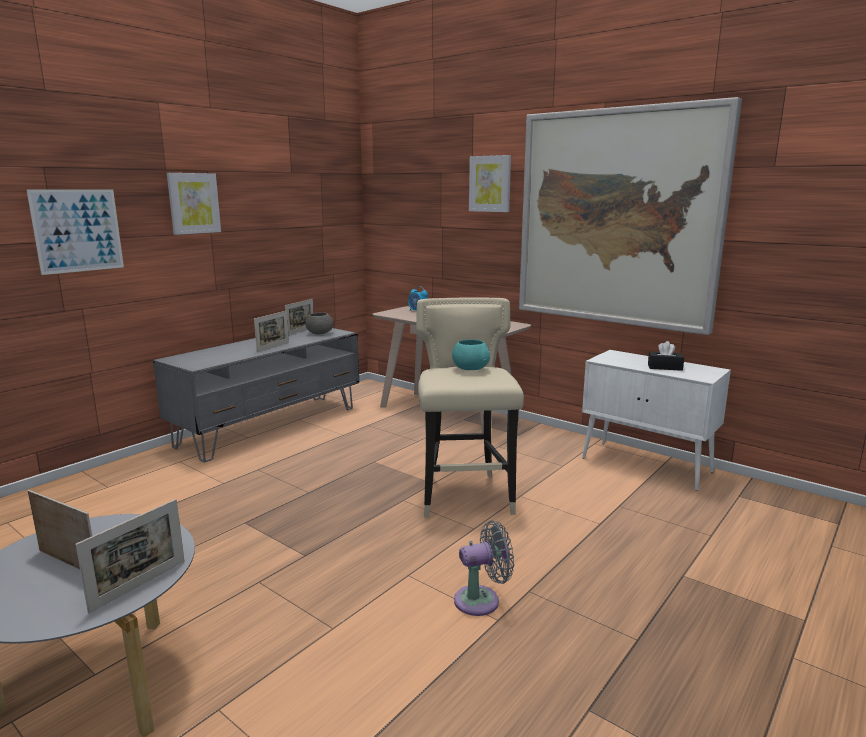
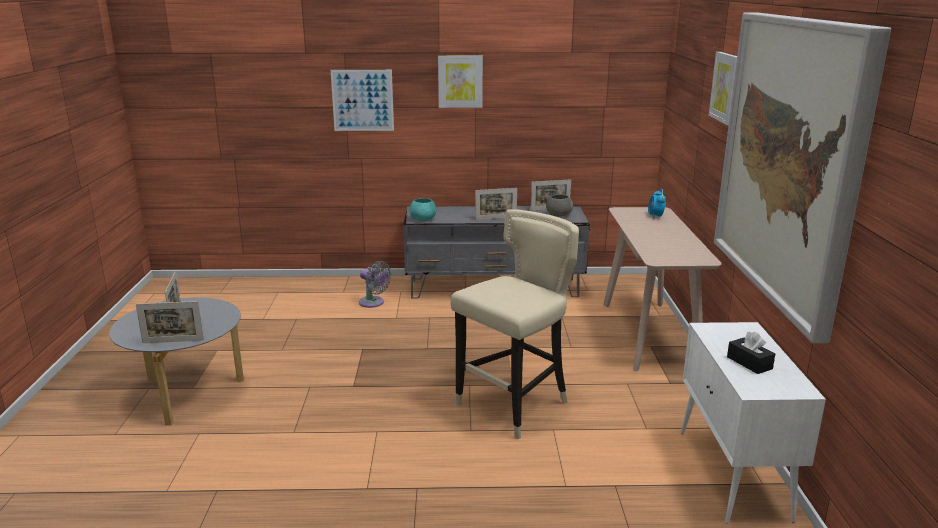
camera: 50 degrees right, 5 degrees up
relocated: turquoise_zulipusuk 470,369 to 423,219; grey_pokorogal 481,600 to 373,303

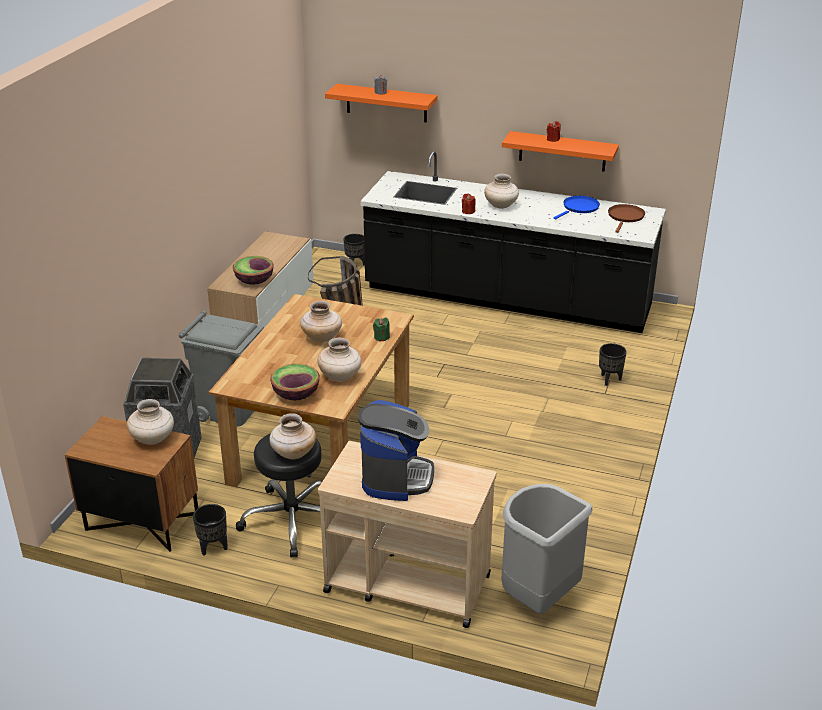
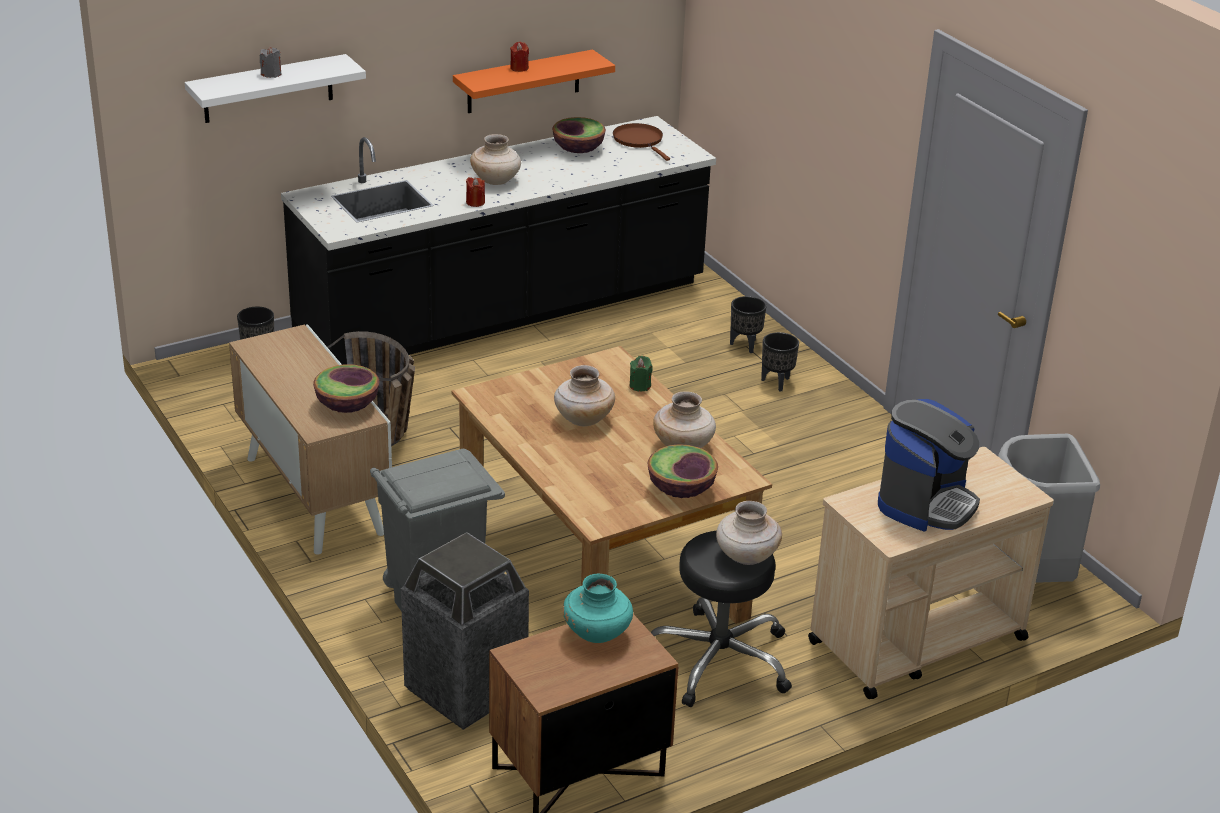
camera: 50 degrees left, 0 degrees up
relocated: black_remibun 213,547 to 777,383
exchanged: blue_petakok 579,208 to zulipusuk 578,149
colour: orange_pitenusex 386,103 to white_pitenusex 268,89; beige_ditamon 153,439 to turquoise_ditamon 597,633
spun: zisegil 396,477 = 926,503 75 degrees clockwise

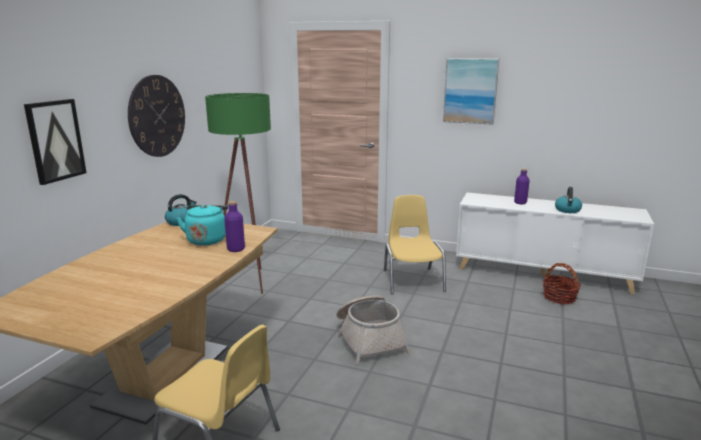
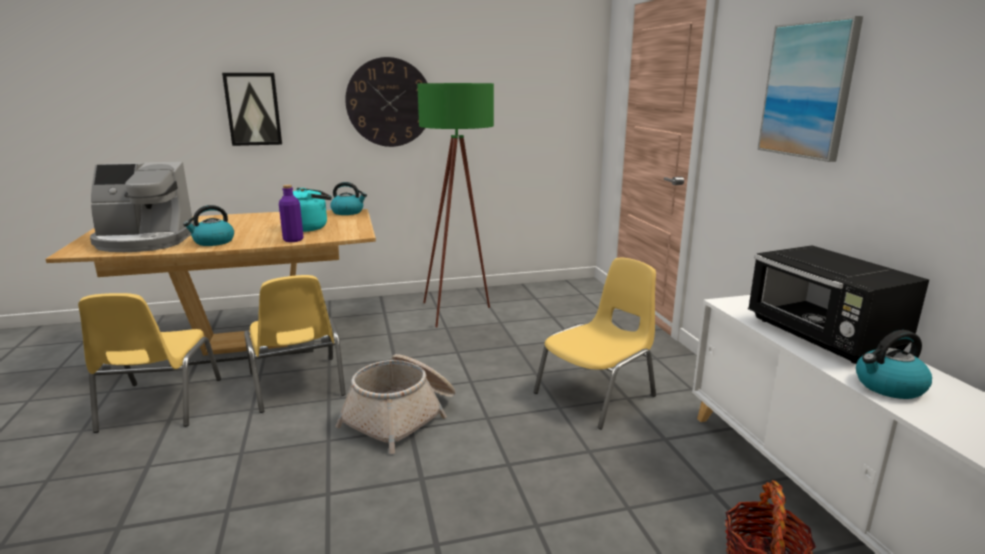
camera: 55 degrees right, 0 degrees up
appeared: zisegil 144,241; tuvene 213,242; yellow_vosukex 297,385
exchanged: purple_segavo 520,202 to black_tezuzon 823,337

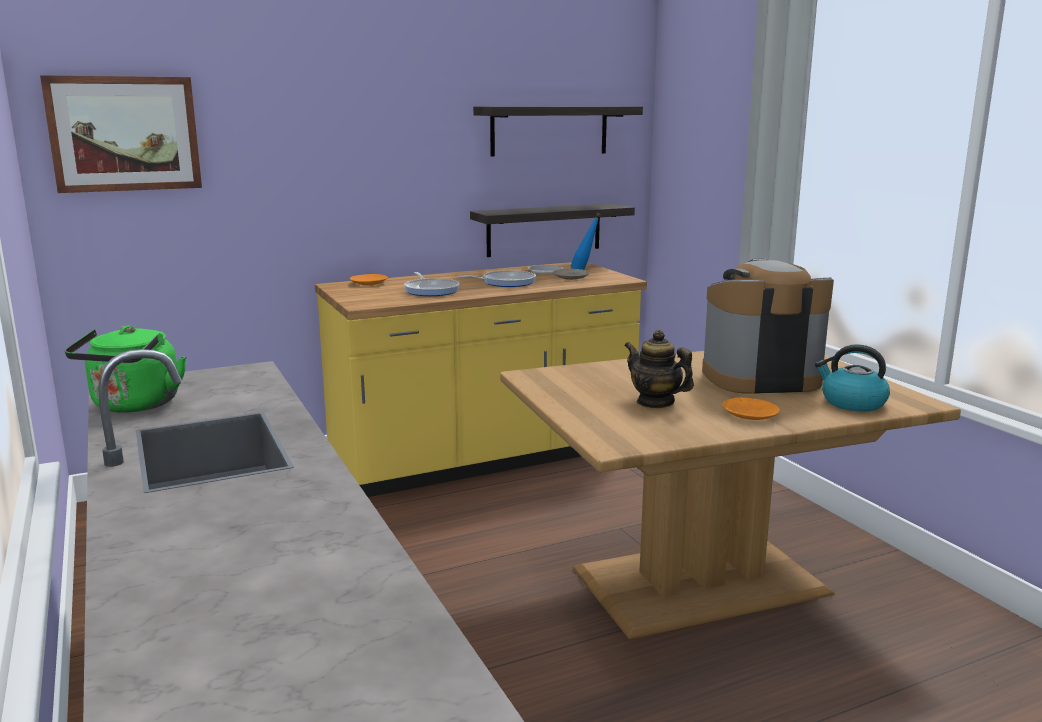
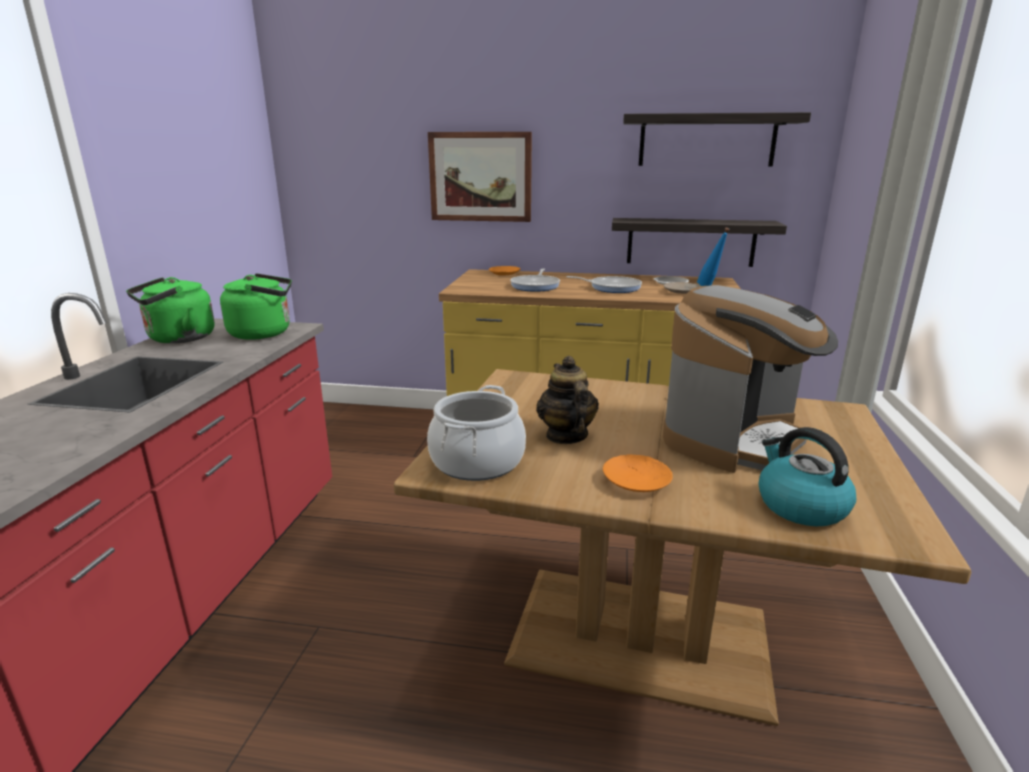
camera: 35 degrees right, 5 degrees up
appeared: green_tuvene 264,333; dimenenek 476,462
relocated: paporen 124,134 to 480,177
spun: zisegil 760,378 = 734,439 105 degrees clockwise

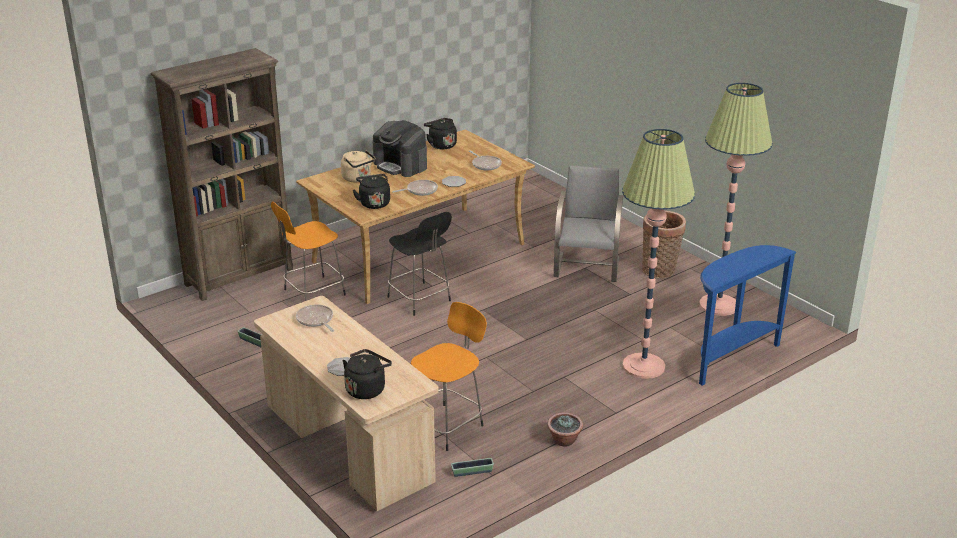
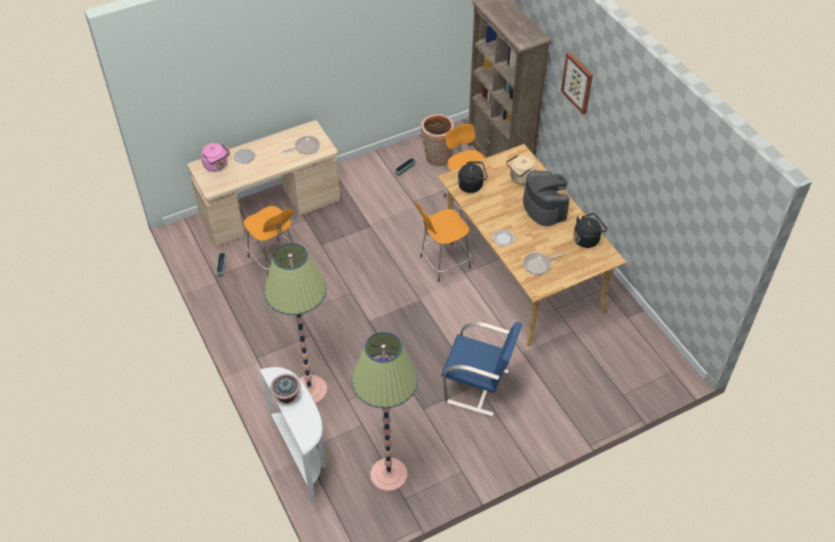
camera: 100 degrees right, 20 degrees up
missing: petakok 420,190
appeared: paporen 578,82
relocated: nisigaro 660,271 to 437,159; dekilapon 564,441 to 286,396
colour: grey_vosukex 587,266 to blue_vosukex 478,387; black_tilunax 420,300 to orange_tilunax 443,263; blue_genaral 730,358 to white_genaral 303,456; black_tuvene 367,389 to pink_tuvene 217,166
spun: zisegil 401,165 = 544,207 105 degrees clockwise

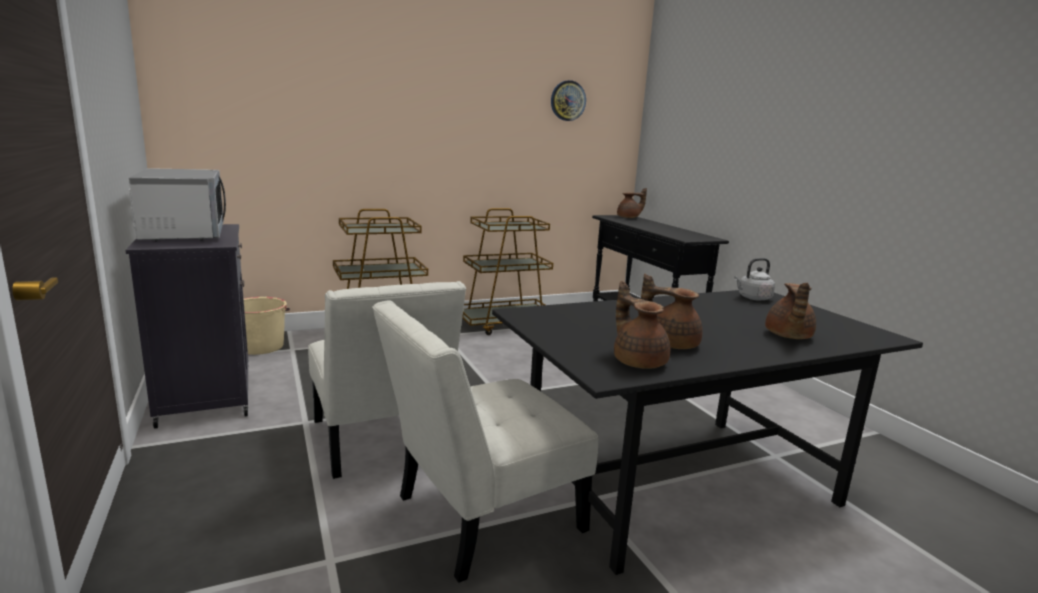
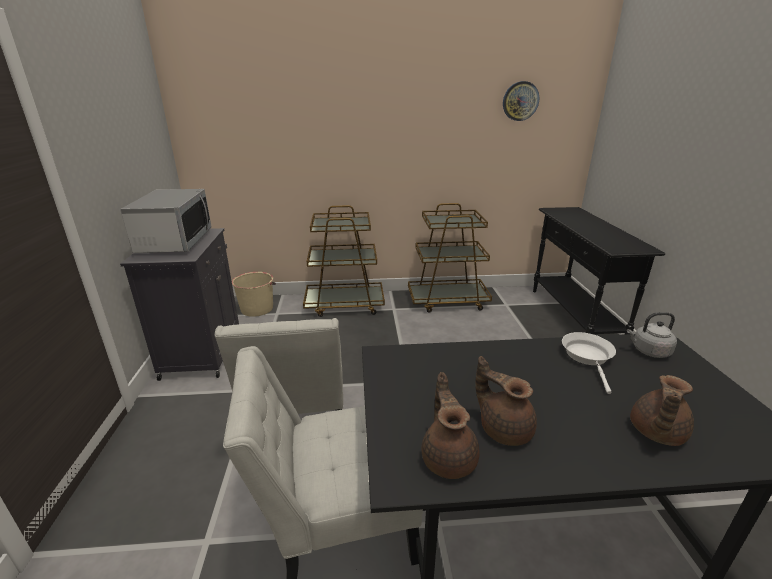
camera: 20 degrees right, 10 degrees up
missing: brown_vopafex 629,217
appeared: white_petakok 588,357

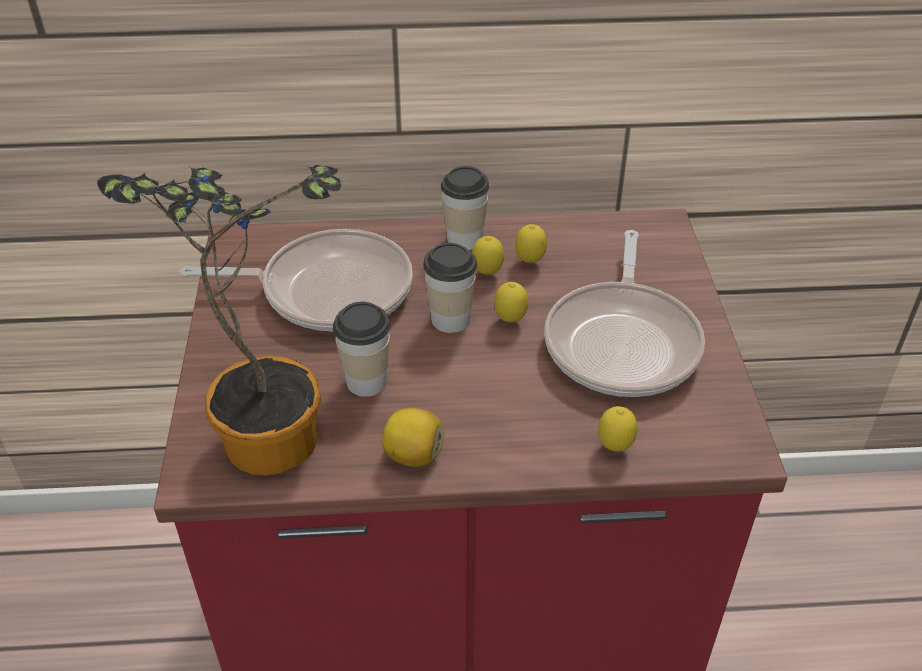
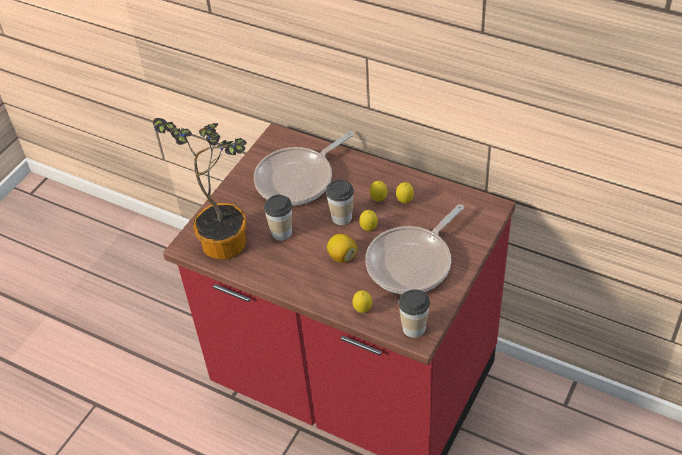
camera: 35 degrees right, 5 degrees up
relocated: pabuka 464,239 to 414,328; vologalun 414,455 to 342,256
spun: petakok 328,290 = 298,179 105 degrees clockwise

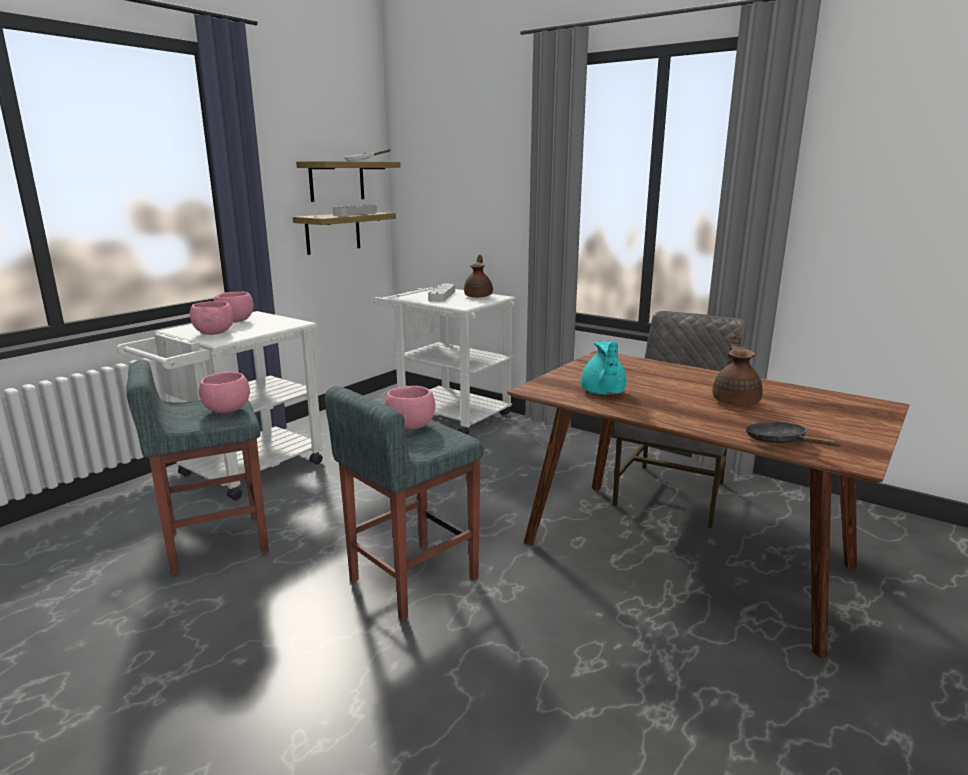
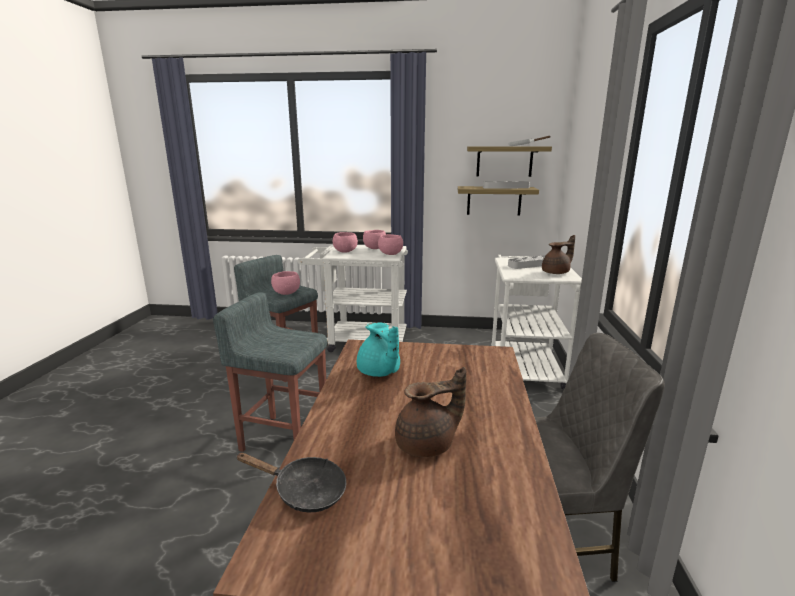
camera: 60 degrees right, 0 degrees up
relocated: pink_zulipusuk 410,427 to 390,254
spun: turquoise_vopafex 602,393 = 379,372 90 degrees counterclockwise; black_petakok 780,442 = 304,491 75 degrees clockwise

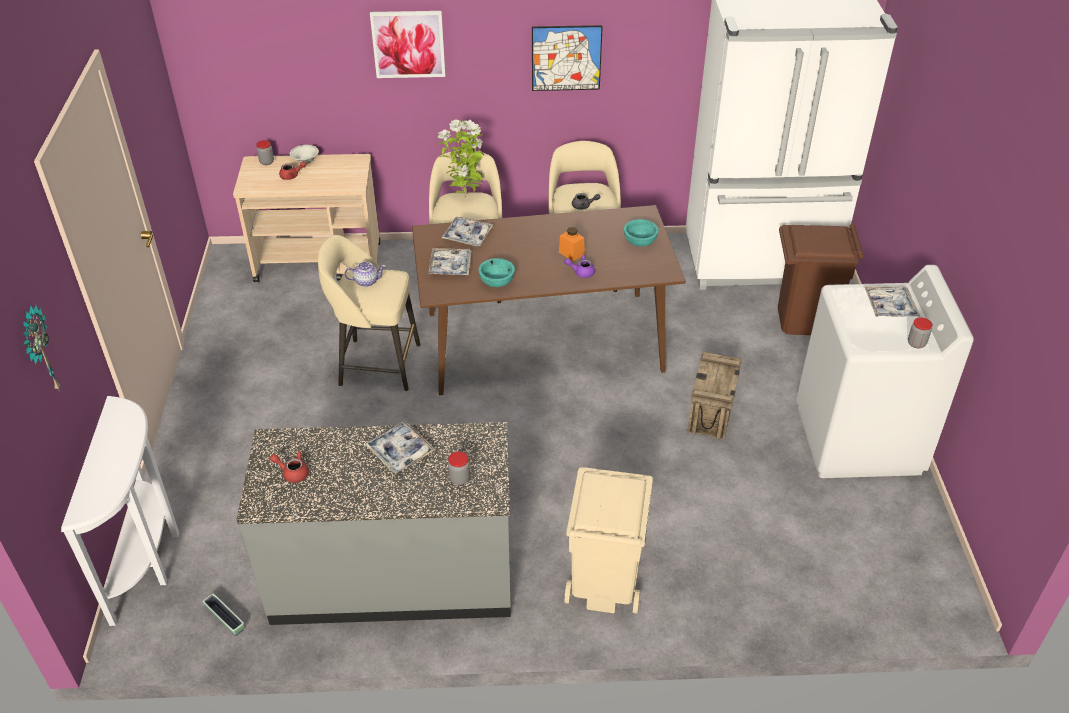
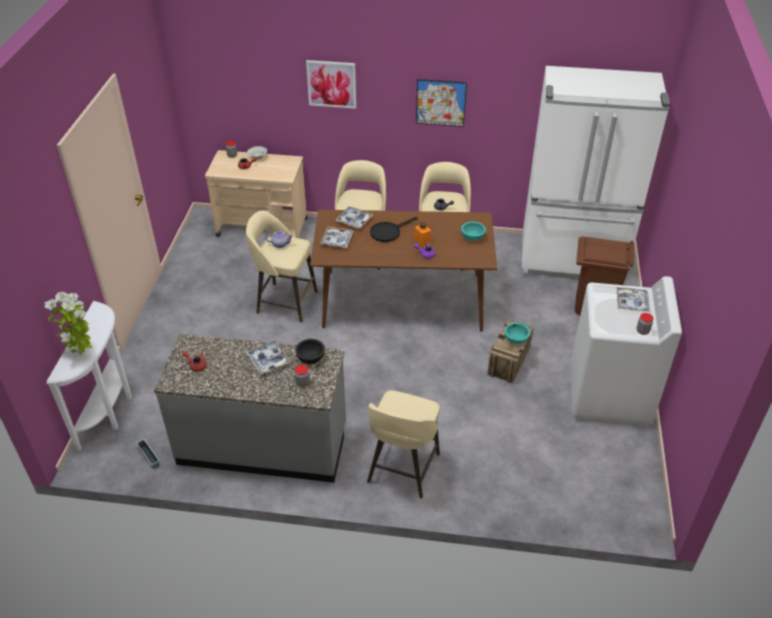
camera: 10 degrees right, 0 degrees up
missing: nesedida 38,352
appeared: black_petakok 388,232; black_zulipusuk 310,358
relocated: dekilapon 465,197 to 81,354; turquoise_zulipusuk 497,282 to 516,339
exchanged: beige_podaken 604,583 to beige_tilunax 402,470

